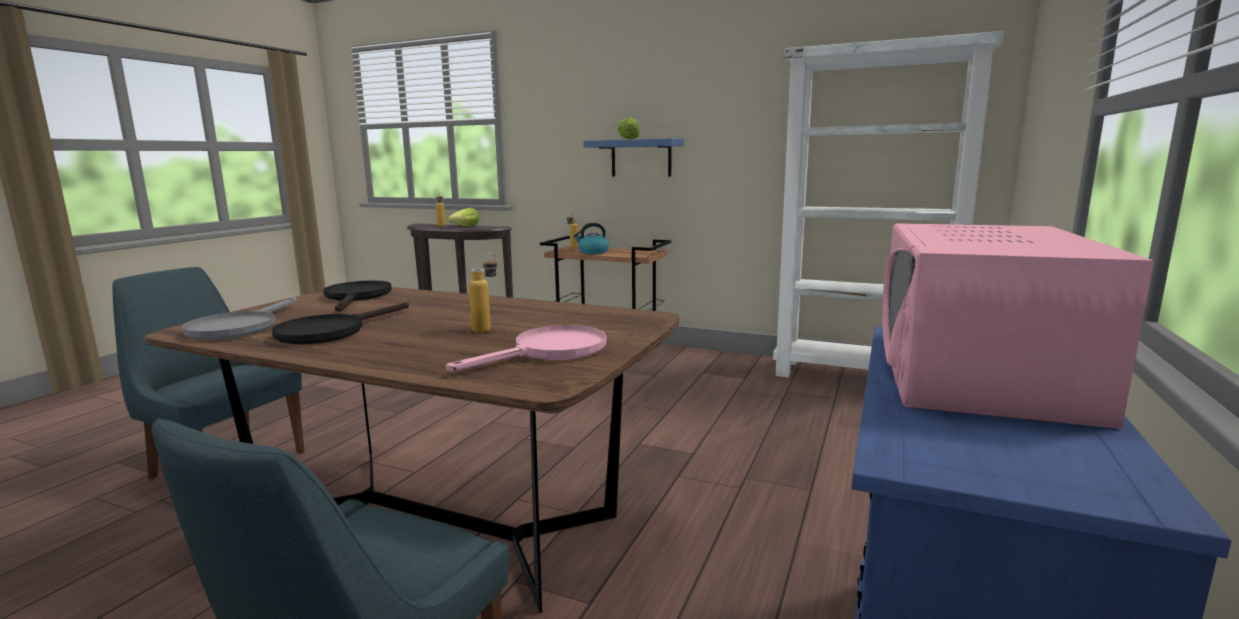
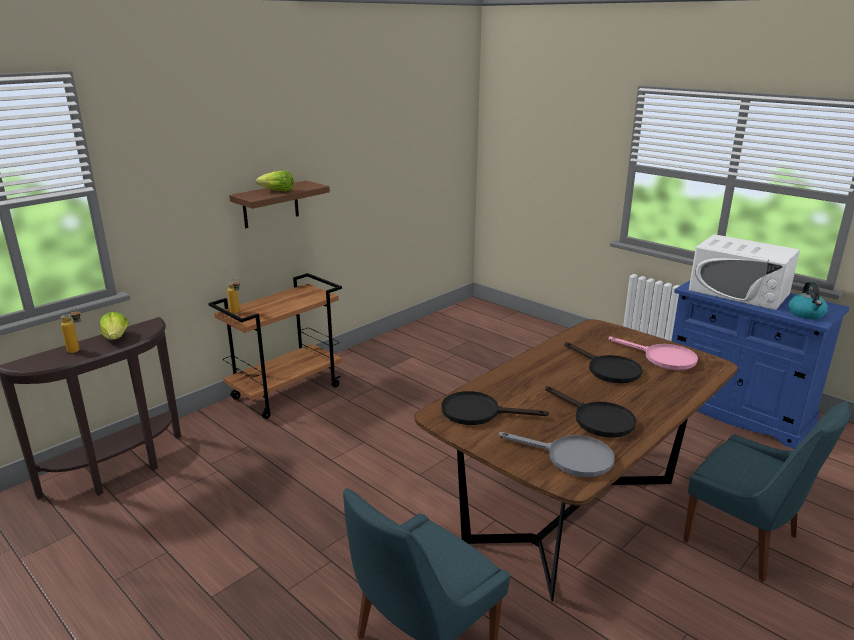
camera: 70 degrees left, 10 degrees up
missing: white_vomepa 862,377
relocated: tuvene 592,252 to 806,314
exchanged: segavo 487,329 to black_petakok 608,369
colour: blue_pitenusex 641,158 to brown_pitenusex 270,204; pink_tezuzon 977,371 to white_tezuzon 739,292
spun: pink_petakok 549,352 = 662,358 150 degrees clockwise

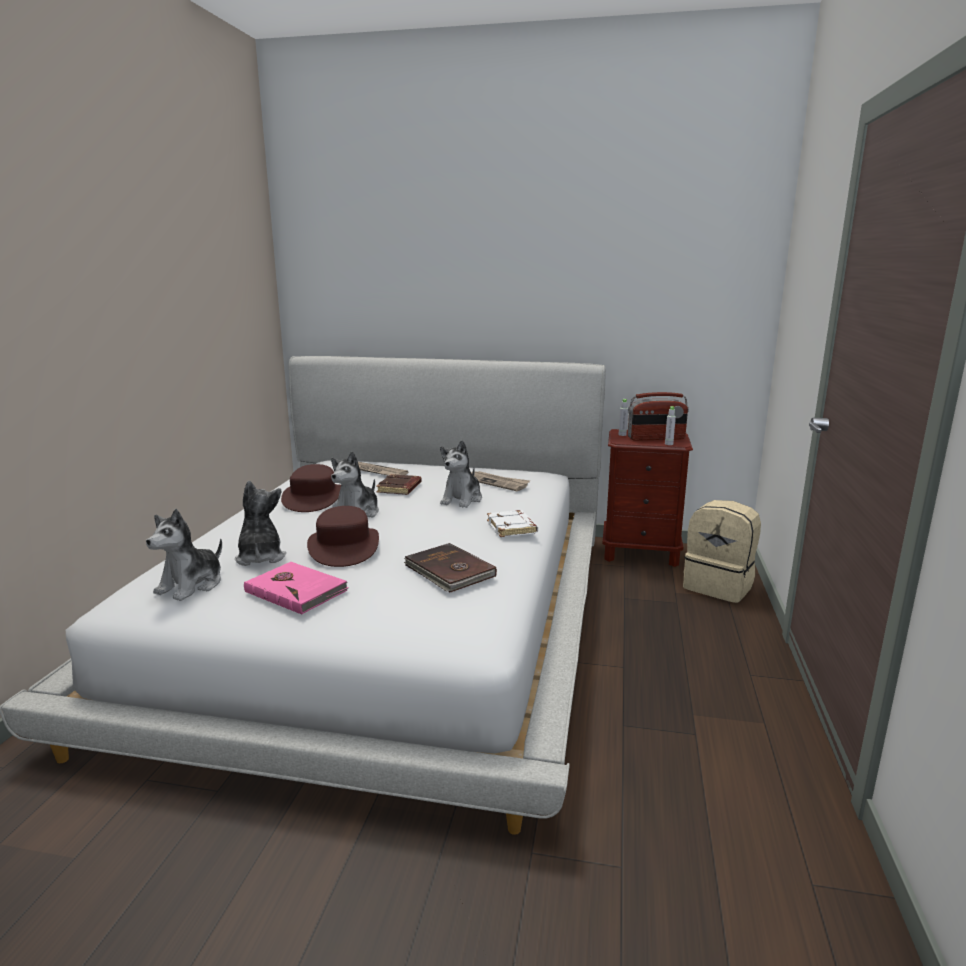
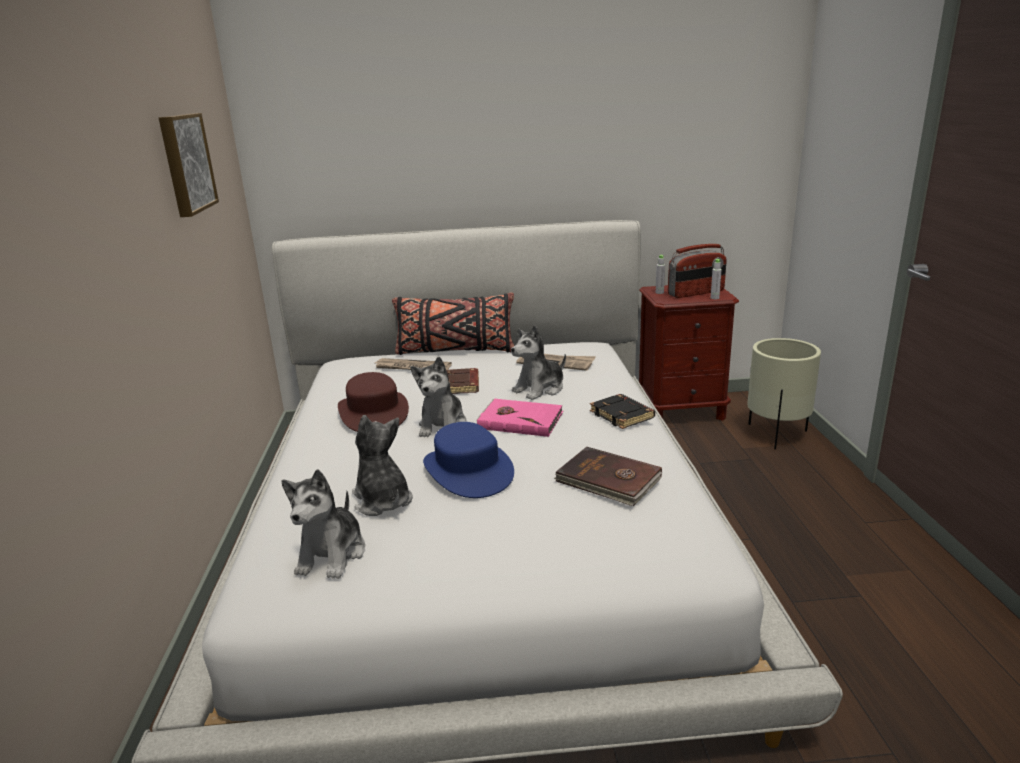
camera: 15 degrees left, 5 degrees up
appeared: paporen 185,163; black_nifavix 455,351
relocated: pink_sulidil 296,590 to 520,420
exchanged: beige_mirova 719,586 to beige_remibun 776,434
colour: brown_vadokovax 344,547 to blue_vadokovax 467,470; white_sulidil 512,528 to black_sulidil 623,415
spun: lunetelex 462,499 = 540,389 45 degrees clockwise

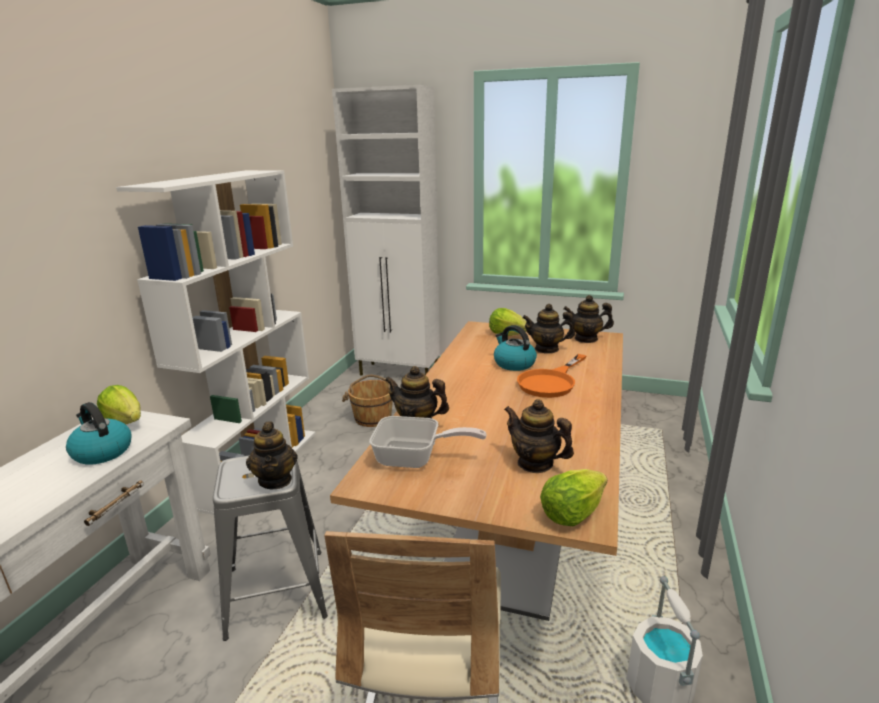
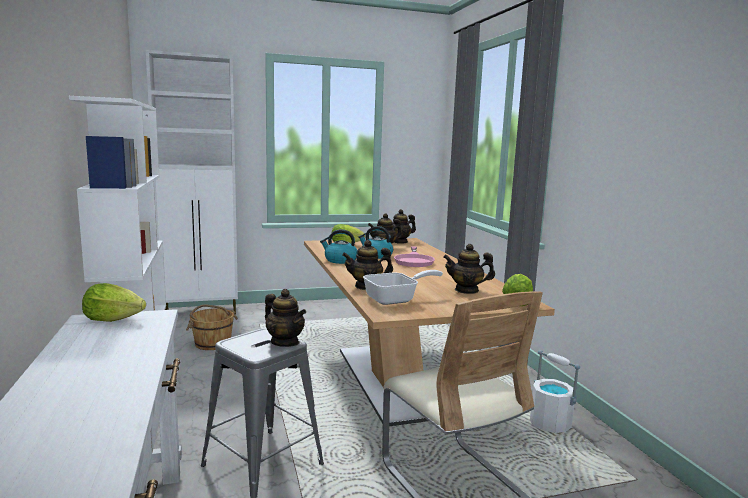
camera: 35 degrees left, 10 degrees down
relocated: tuvene 101,452 to 340,260
colour: orange_petakok 551,382 to pink_petakok 414,260

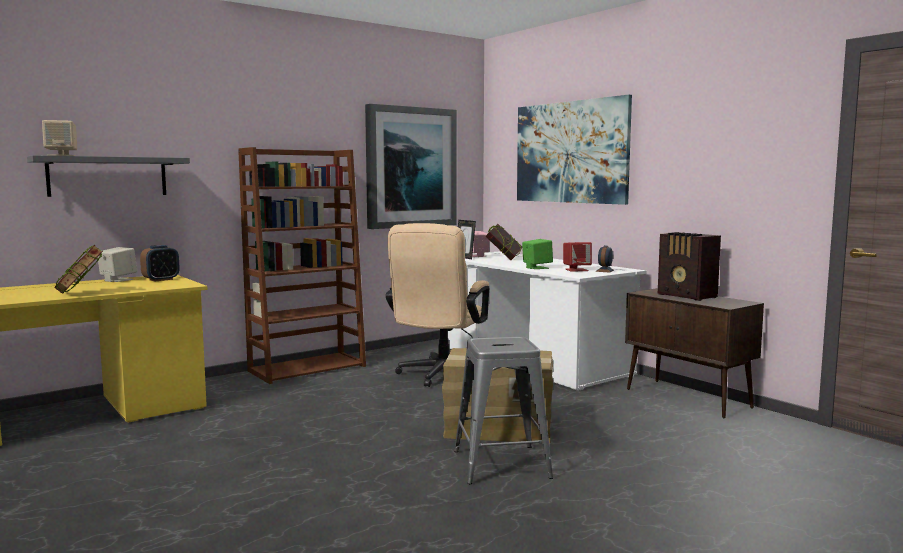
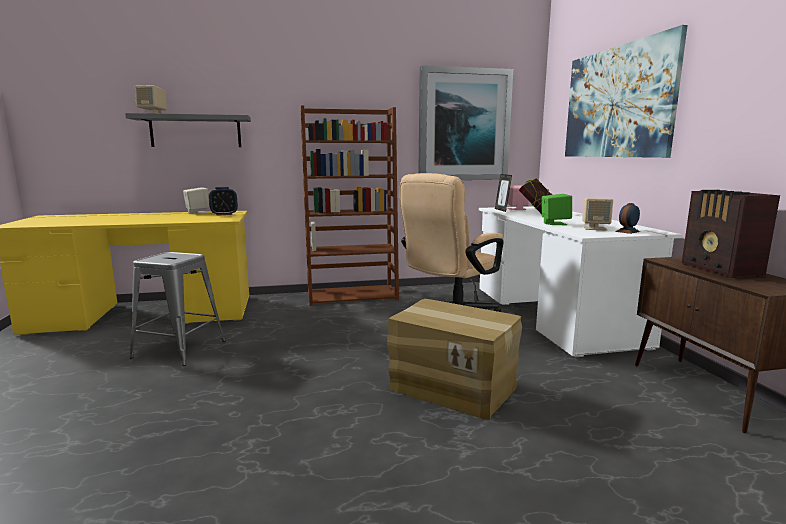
camera: 25 degrees right, 5 degrees up
missing: sulidil 80,294
relocated: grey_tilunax 501,464 to 180,349
colour: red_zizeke 576,270 to beige_zizeke 595,228

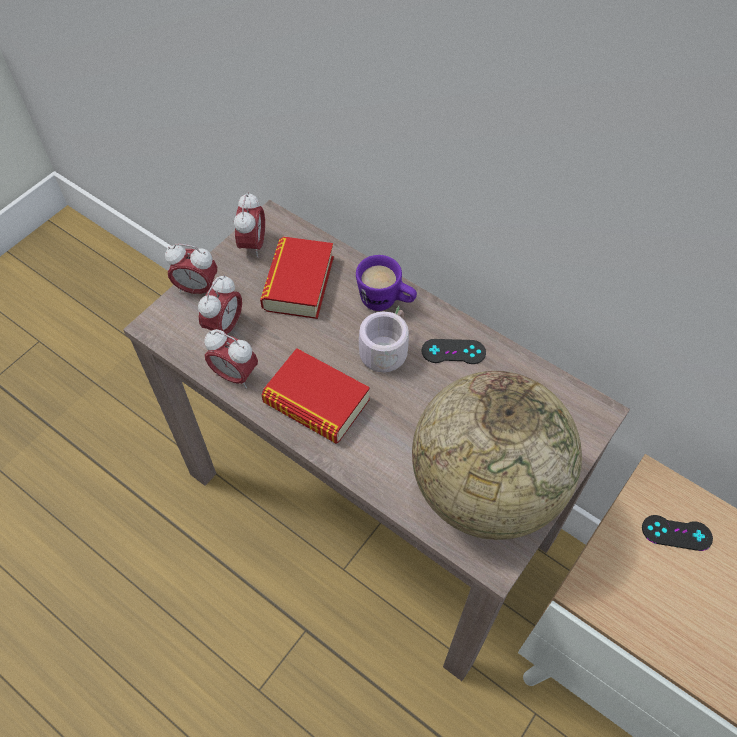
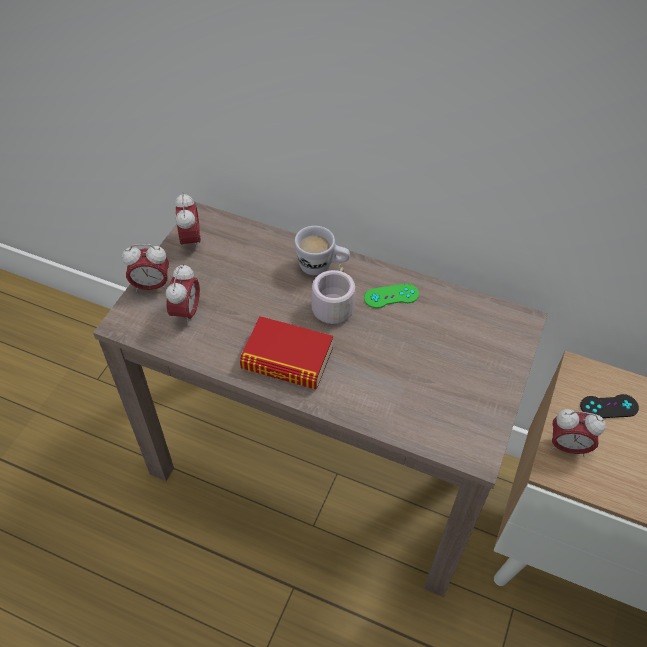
camera: 15 degrees left, 5 degrees down
missing: sulidil 298,283; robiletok 484,488
relocated: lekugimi 235,375 to 567,446
colour: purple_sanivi 386,302 to white_sanivi 322,267; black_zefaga 453,352 to green_zefaga 391,296

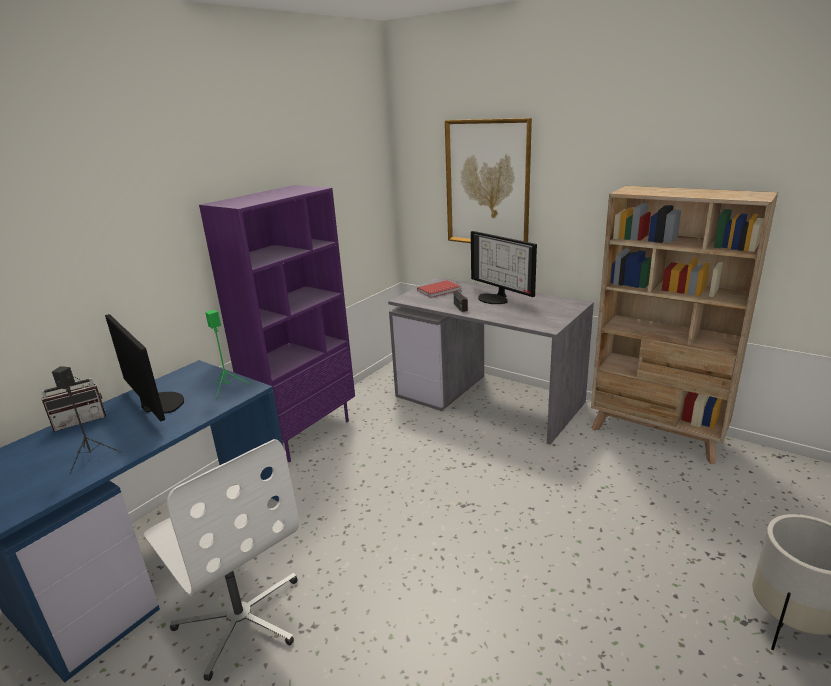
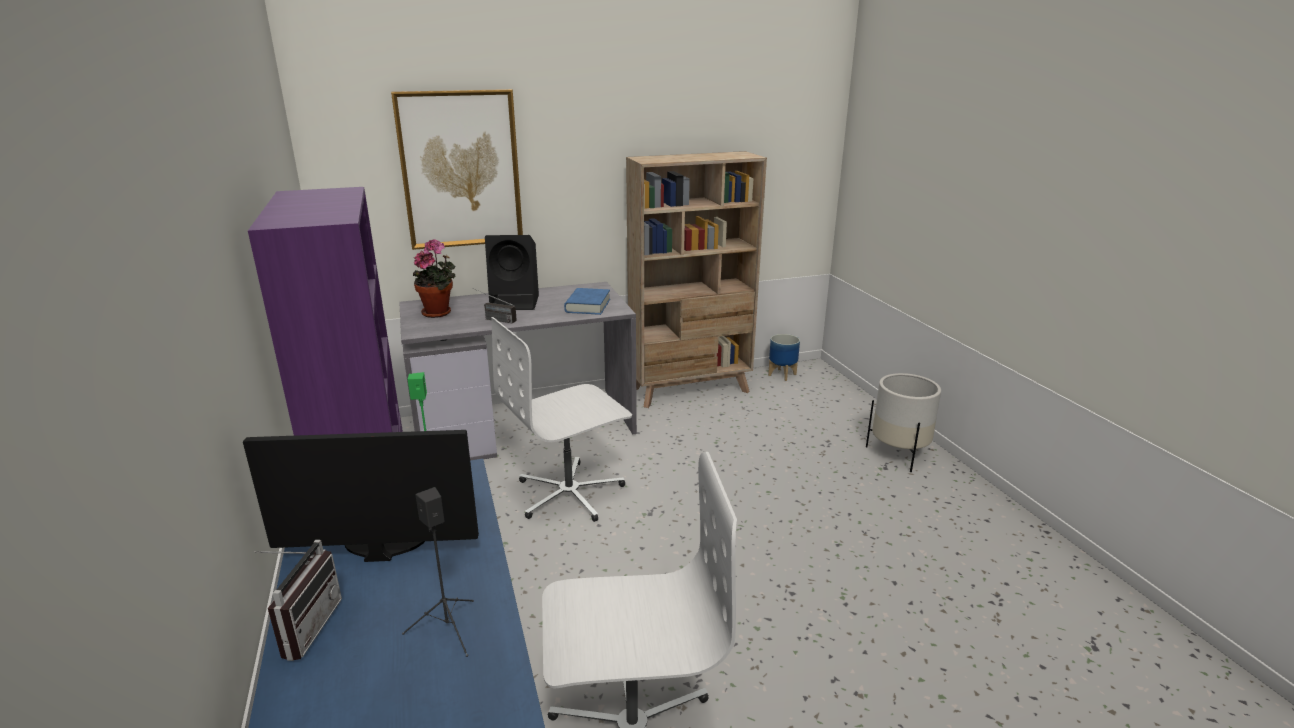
camera: 55 degrees left, 0 degrees up
appeared: blue_sulidil 588,306; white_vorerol 570,493; remibun 782,374
exchanged: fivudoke 495,298 to black_zizeke 516,302; red_sulidil 440,290 to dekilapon 439,312

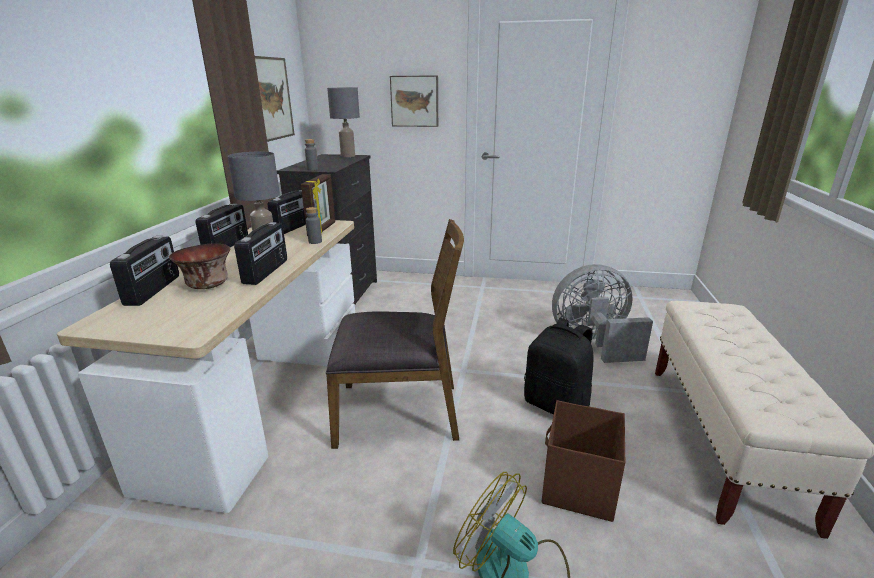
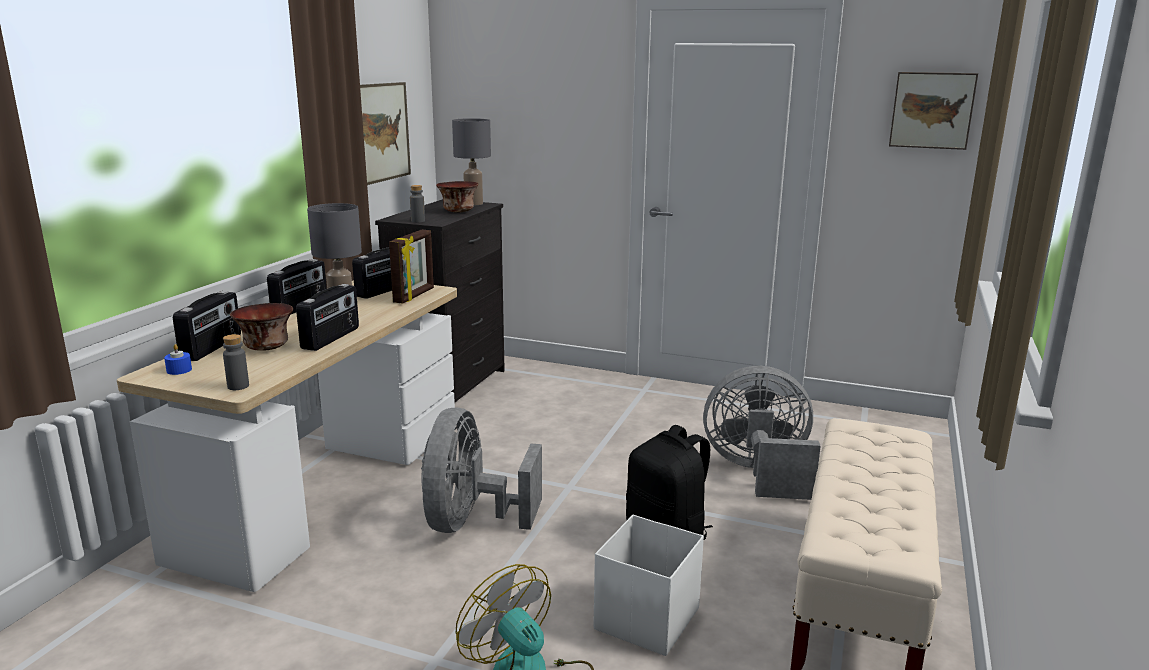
camera: 10 degrees right, 5 degrees down
appeared: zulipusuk 458,211; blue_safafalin 179,370
relocated: paporen 415,101 to 932,110; grey_segavo 315,242 to 238,386
exchanged: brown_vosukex 399,412 to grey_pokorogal 471,522
colour: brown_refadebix 578,487 to white_refadebix 645,620

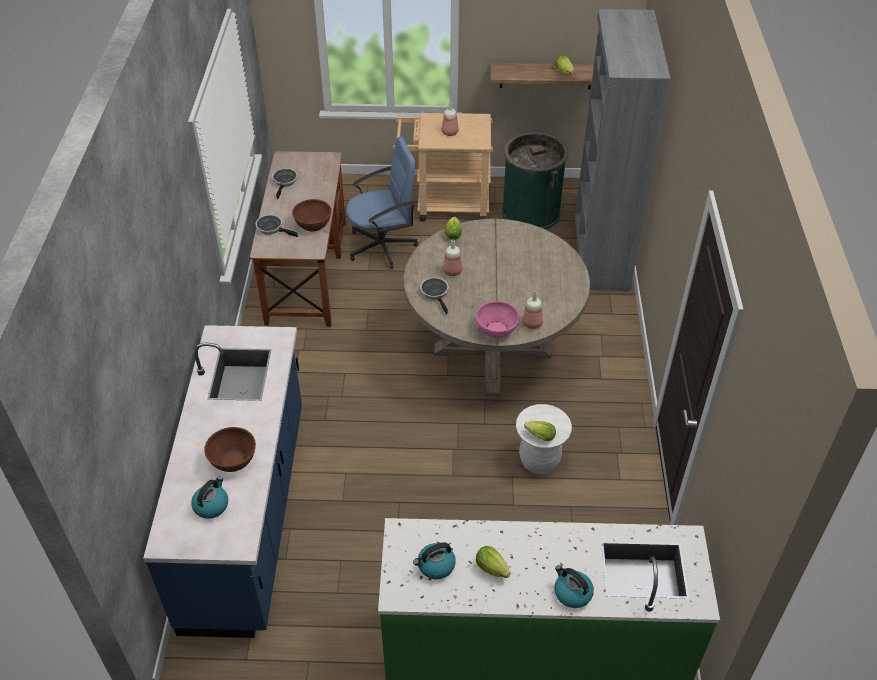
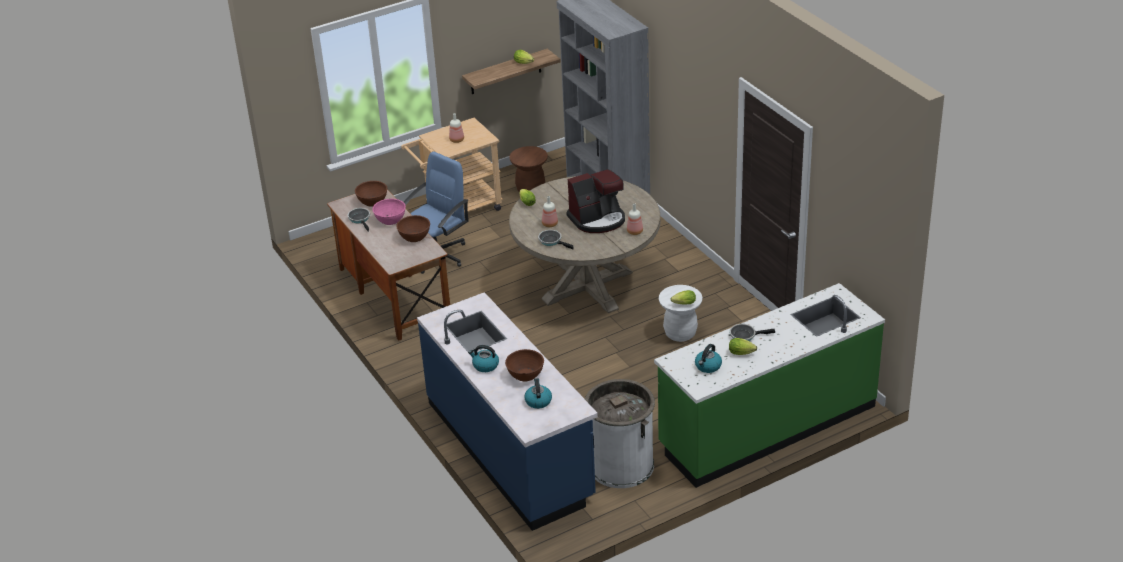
camera: 30 degrees left, 10 degrees down
appeared: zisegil 598,219; brown_zulipusuk 372,201; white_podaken 621,465
relocated: petakok 272,228 to 745,335; pink_zulipusuk 497,329 to 390,220; tuvene 572,593 to 485,365
exchanged: green_podaken 531,212 to brown_tilunax 530,189

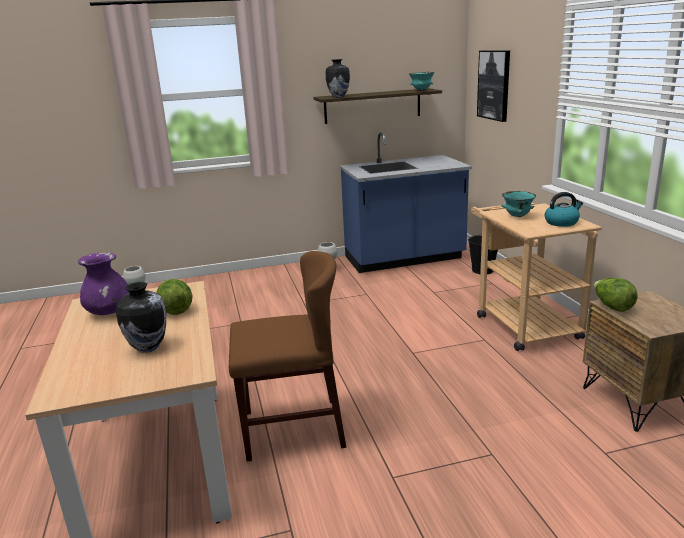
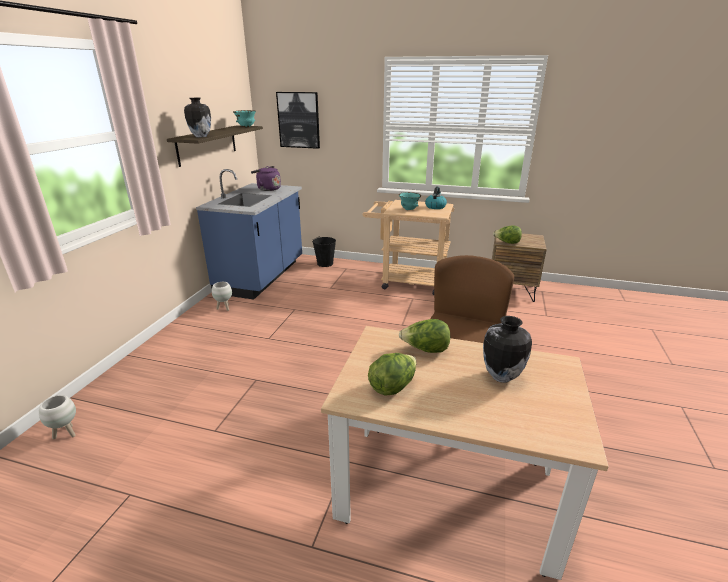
camera: 60 degrees left, 5 degrees up
appeared: purple_tuvene 267,189
exchanged: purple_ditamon 109,312 to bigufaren 392,386

